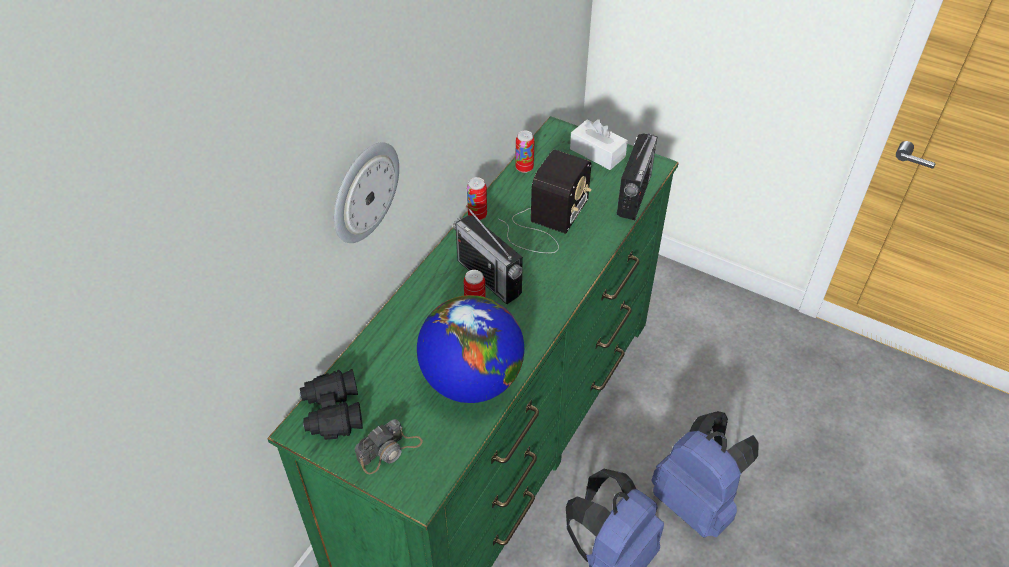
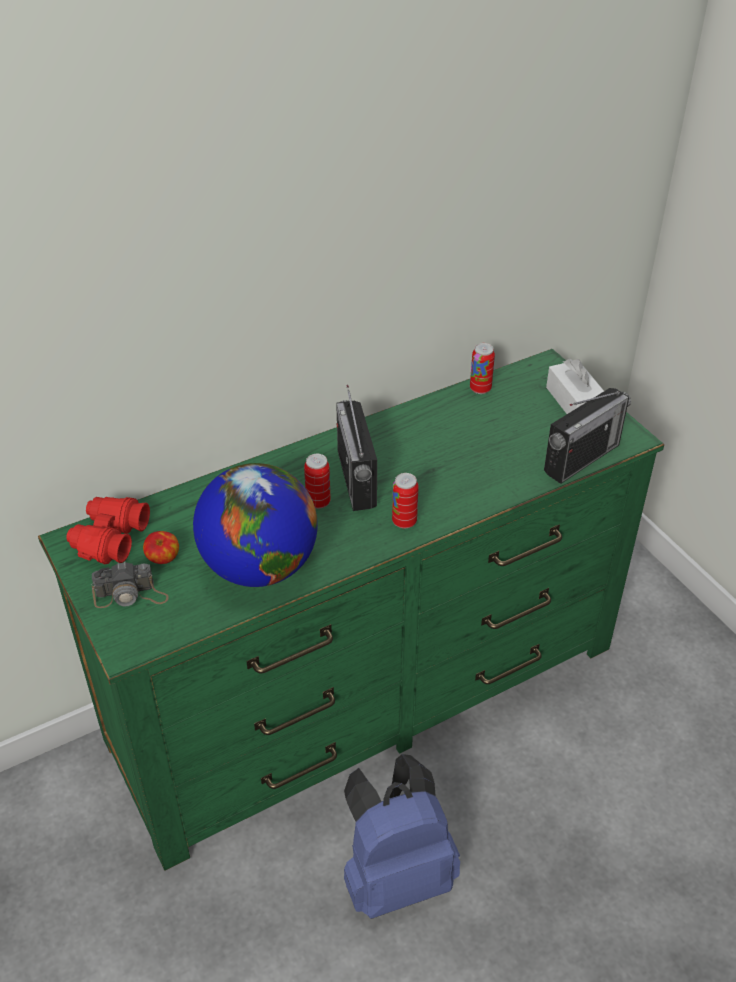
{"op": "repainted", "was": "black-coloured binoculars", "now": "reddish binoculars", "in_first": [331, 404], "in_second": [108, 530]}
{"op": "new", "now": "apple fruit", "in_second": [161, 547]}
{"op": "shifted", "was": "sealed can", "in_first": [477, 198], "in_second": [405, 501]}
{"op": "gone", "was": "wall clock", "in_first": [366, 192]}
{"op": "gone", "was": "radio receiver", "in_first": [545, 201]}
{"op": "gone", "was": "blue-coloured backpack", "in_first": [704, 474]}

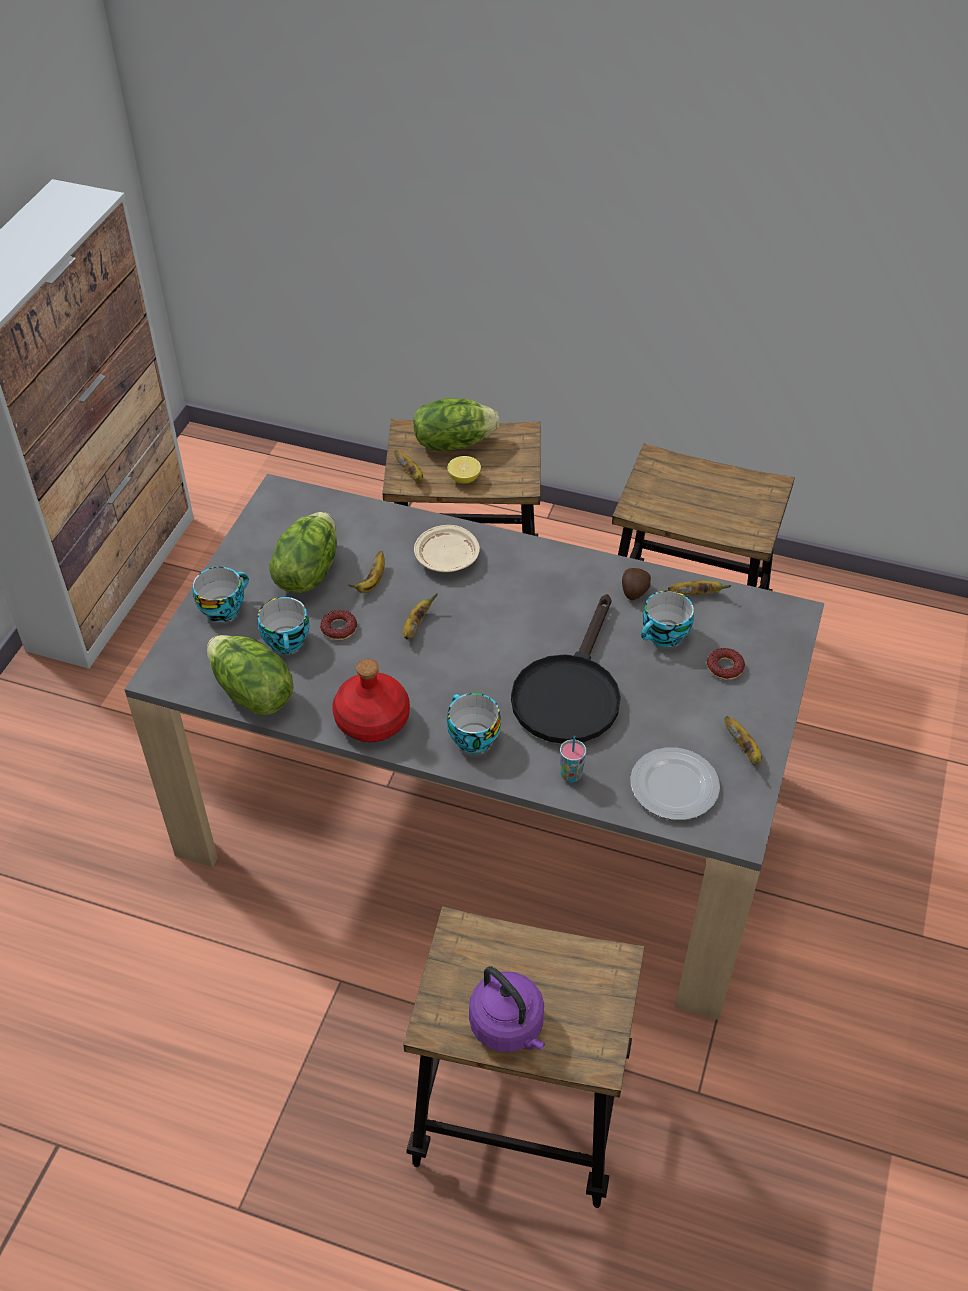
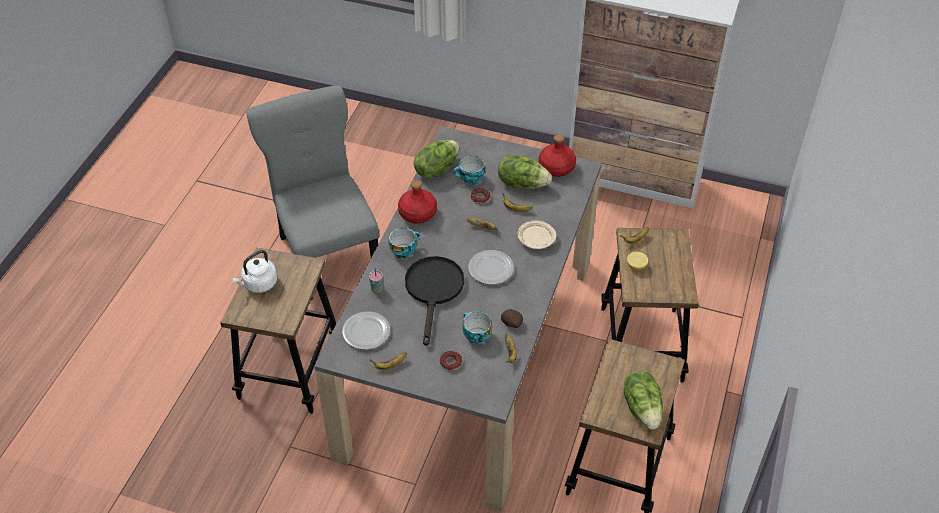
{"op": "repainted", "was": "purple water kettle", "now": "white-coloured water kettle", "in_first": [507, 1009], "in_second": [254, 271]}
{"op": "new", "now": "gray plain chair", "in_second": [312, 193]}
{"op": "rotated", "was": "black-coloured frying pan", "in_first": [566, 669], "in_second": [434, 301], "clockwise": 75}
{"op": "new", "now": "plate", "in_second": [491, 267]}
{"op": "new", "now": "reddish beverage bottle", "in_second": [557, 155]}
{"op": "shifted", "was": "lettuce head", "in_first": [456, 424], "in_second": [643, 400]}
{"op": "gone", "was": "drinking cup", "in_first": [221, 594]}

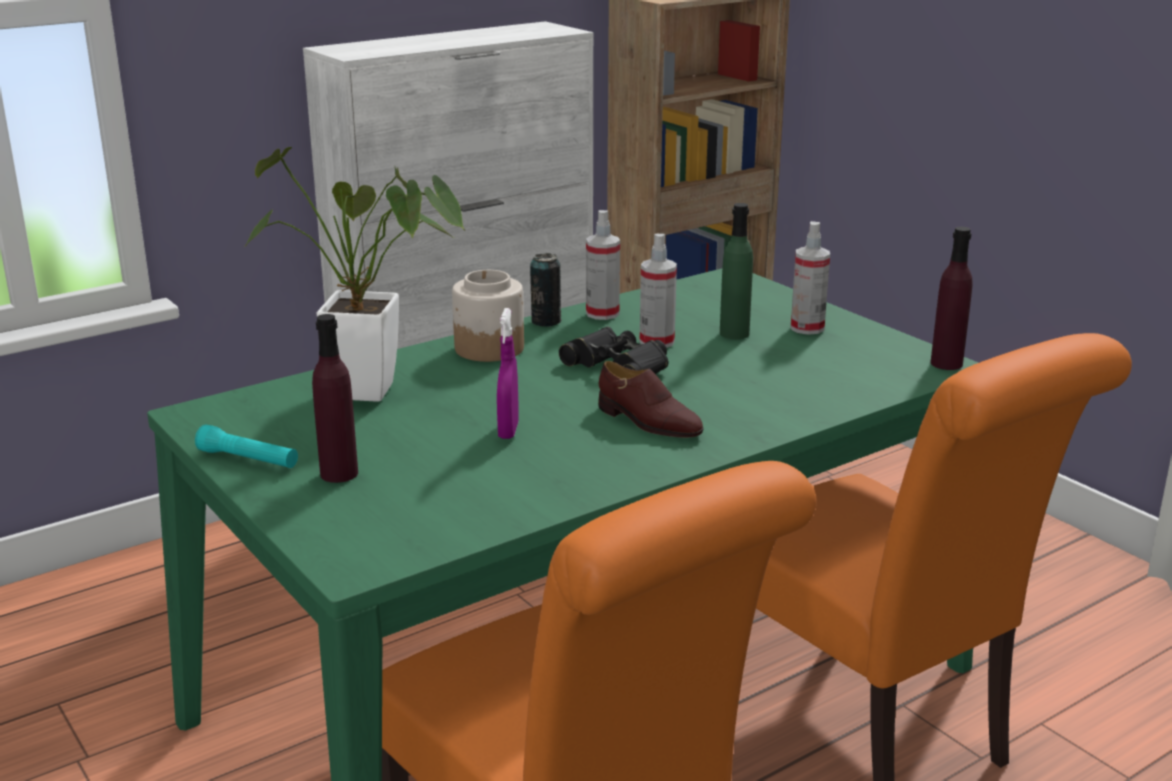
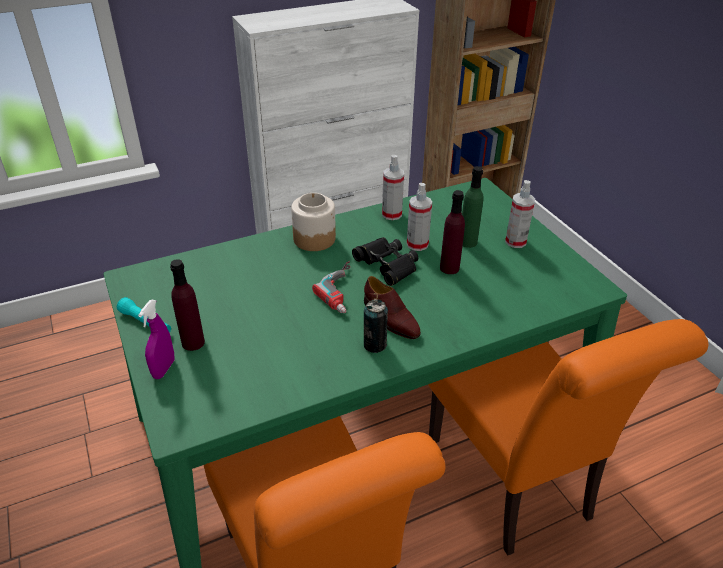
{"op": "shifted", "was": "purple hand sprayer", "in_first": [508, 373], "in_second": [156, 339]}
{"op": "new", "now": "power drill", "in_second": [331, 287]}
{"op": "shifted", "was": "sealed can", "in_first": [546, 290], "in_second": [376, 326]}
{"op": "shifted", "was": "purple beverage bottle", "in_first": [951, 298], "in_second": [452, 232]}
{"op": "gone", "was": "houseplant", "in_first": [354, 274]}

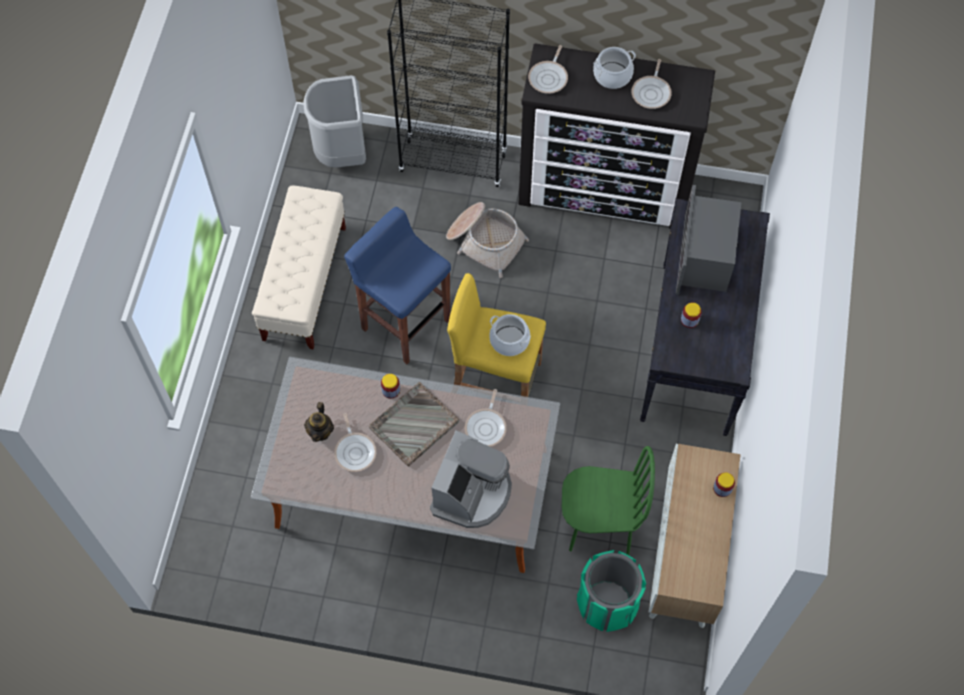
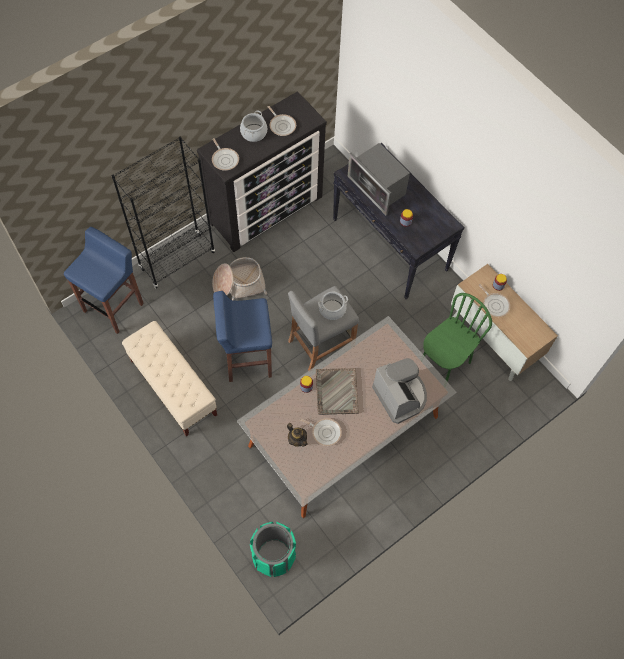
{"op": "swapped", "was": "gray rubbish bin", "now": "blue-coloured stool", "in_first": [334, 121], "in_second": [104, 280]}
{"op": "shifted", "was": "green rubbish bin", "in_first": [611, 591], "in_second": [273, 549]}
{"op": "repainted", "was": "yellowish stool", "now": "gray stool", "in_first": [496, 335], "in_second": [323, 328]}
{"op": "shifted", "was": "frying pan", "in_first": [486, 418], "in_second": [494, 300]}

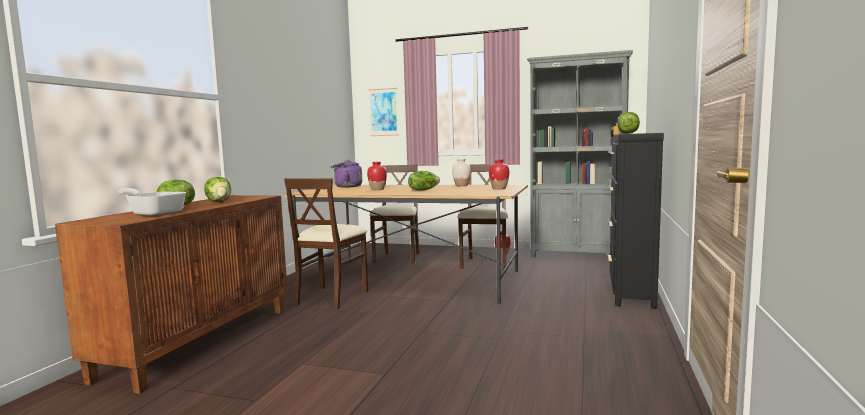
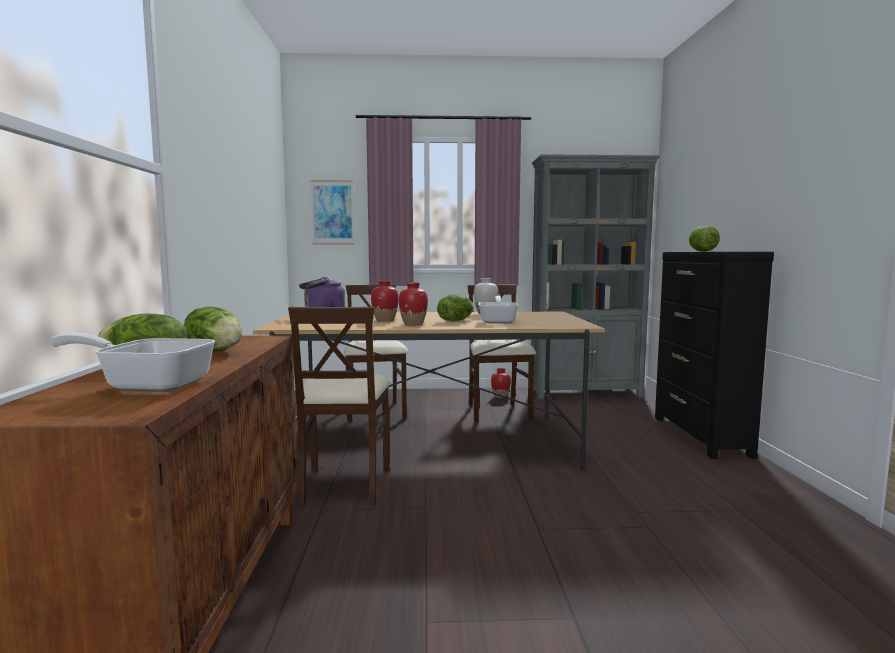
{"op": "shifted", "was": "reddish flower vase", "in_first": [499, 174], "in_second": [413, 304]}
{"op": "new", "now": "frying pan", "in_second": [498, 310]}

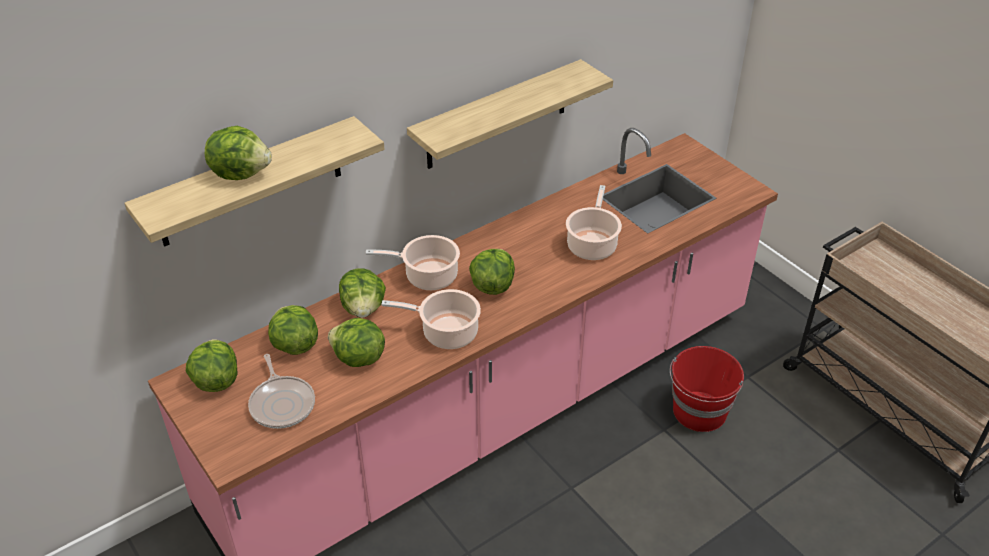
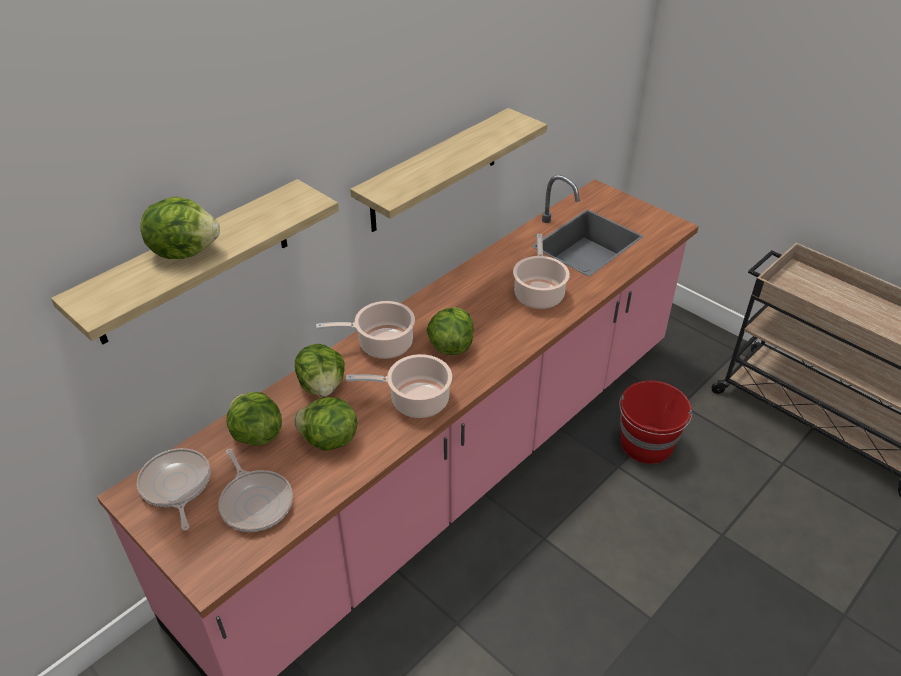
{"op": "swapped", "was": "lettuce head", "now": "frying pan", "in_first": [212, 365], "in_second": [174, 489]}

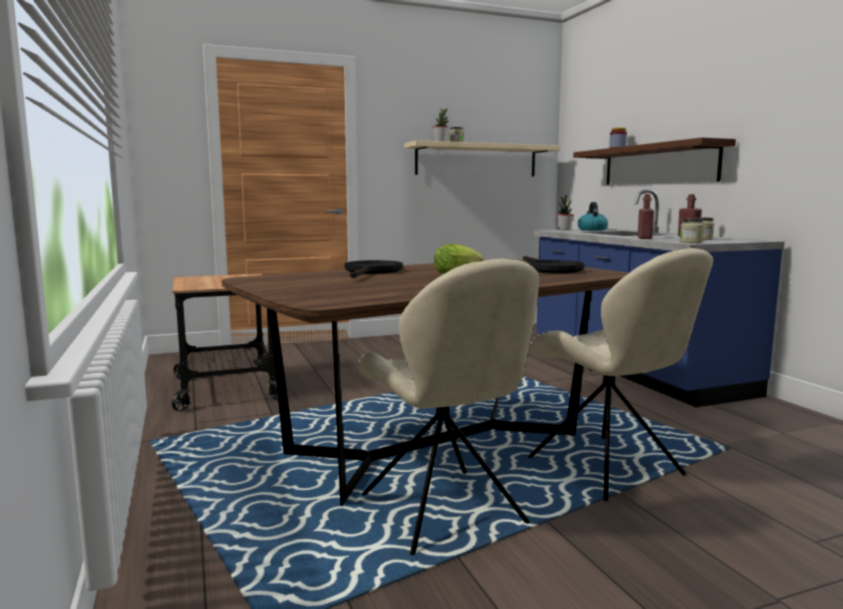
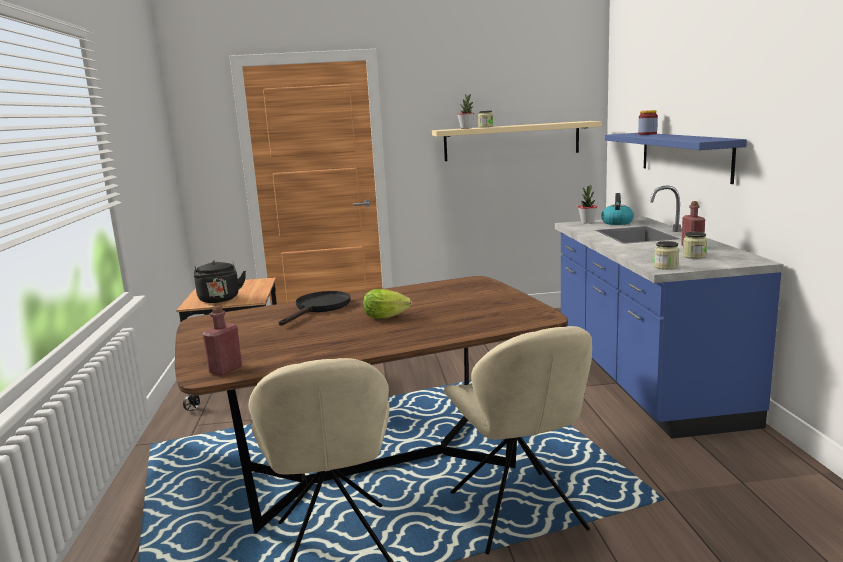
{"op": "new", "now": "black-coloured water kettle", "in_second": [220, 282]}
{"op": "shifted", "was": "reddish beverage bottle", "in_first": [646, 216], "in_second": [222, 341]}
{"op": "repainted", "was": "brownish bracket shelf", "now": "blue-coloured bracket shelf", "in_first": [654, 161], "in_second": [676, 158]}
{"op": "gone", "was": "black-coloured frying pan", "in_first": [553, 265]}

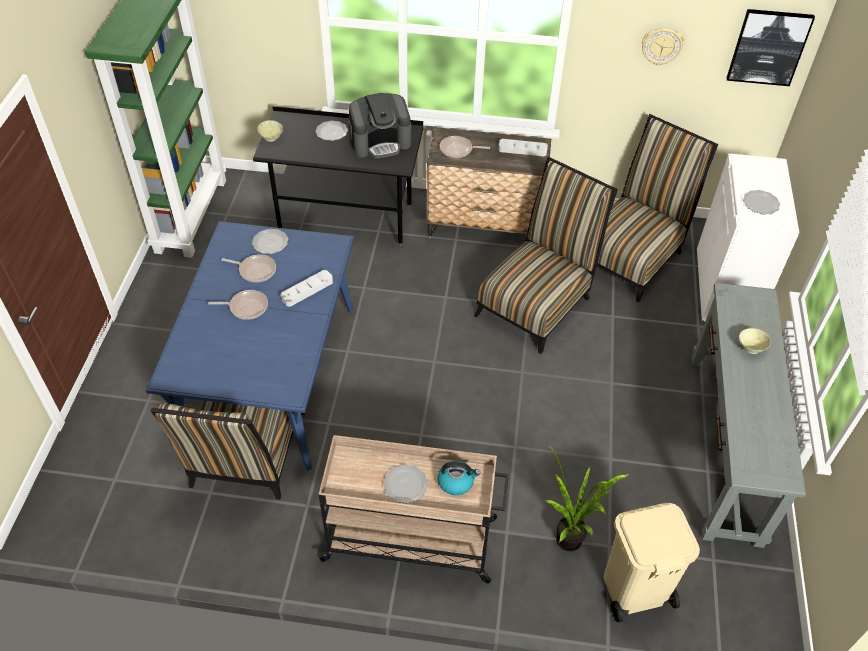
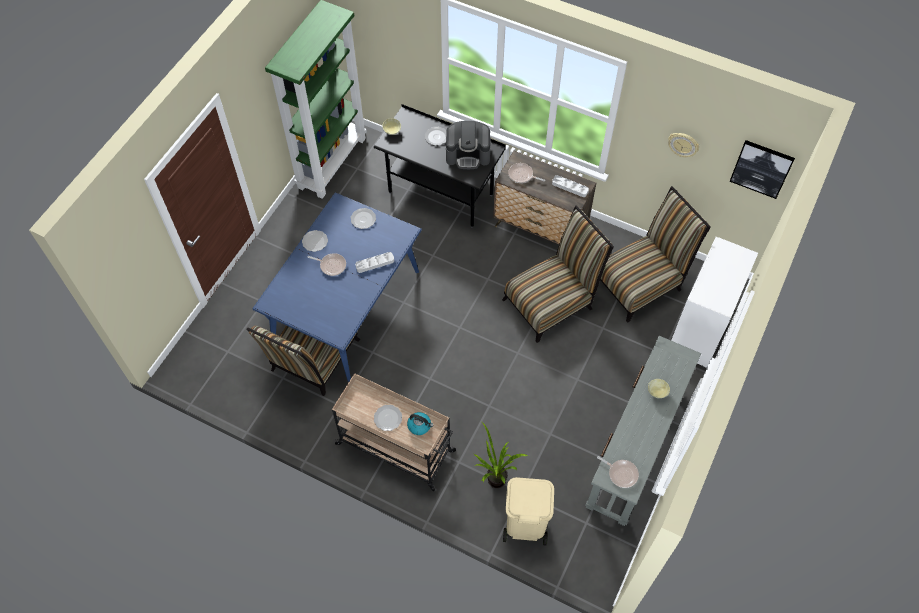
{"op": "shifted", "was": "plate", "in_first": [761, 202], "in_second": [315, 241]}
{"op": "shifted", "was": "frying pan", "in_first": [248, 268], "in_second": [618, 472]}

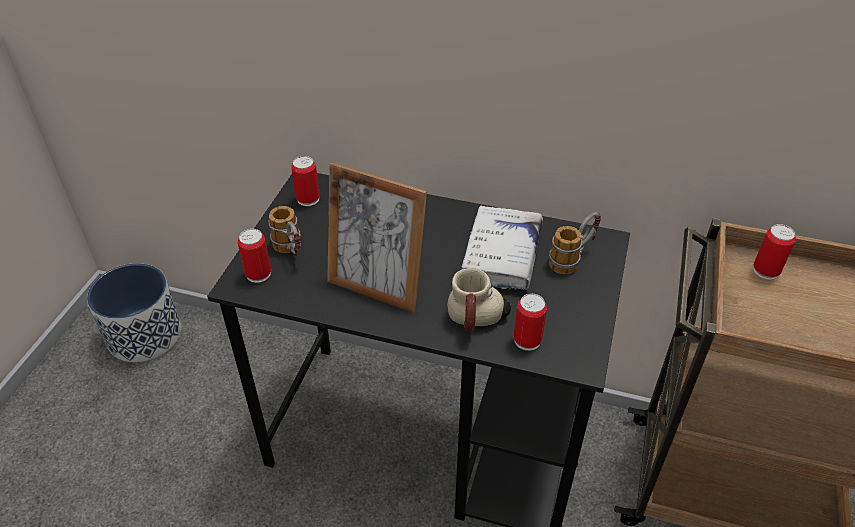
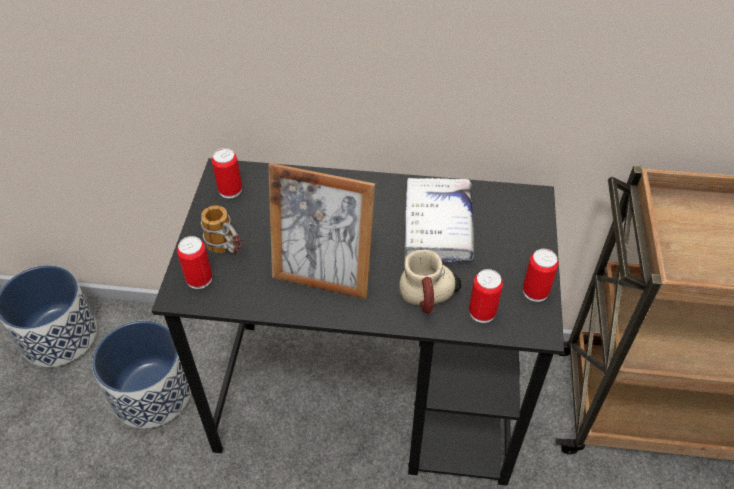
{"op": "new", "now": "flower pot", "in_second": [141, 374]}
{"op": "shifted", "was": "sealed can", "in_first": [774, 252], "in_second": [541, 275]}
{"op": "gone", "was": "coffee mug", "in_first": [575, 243]}

